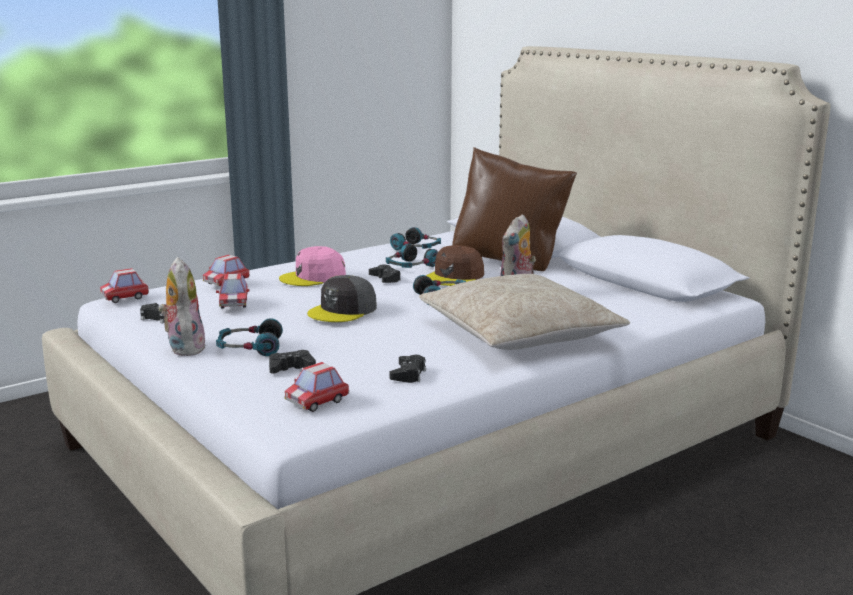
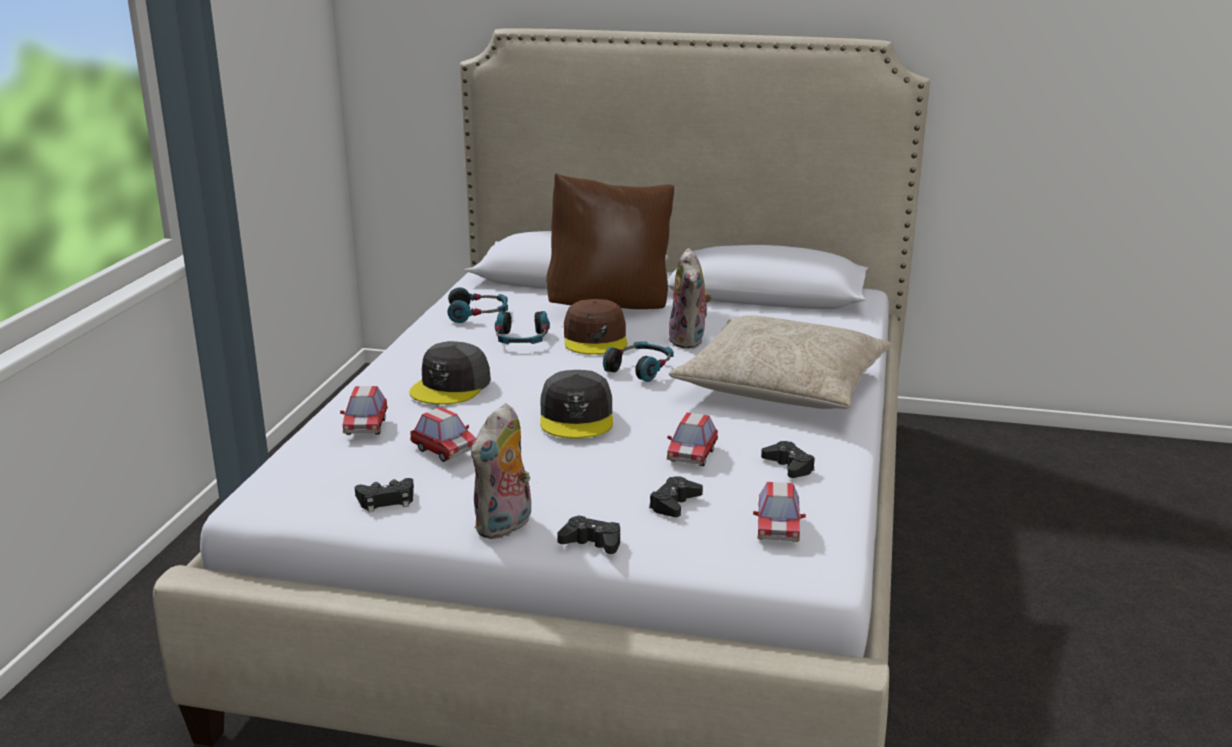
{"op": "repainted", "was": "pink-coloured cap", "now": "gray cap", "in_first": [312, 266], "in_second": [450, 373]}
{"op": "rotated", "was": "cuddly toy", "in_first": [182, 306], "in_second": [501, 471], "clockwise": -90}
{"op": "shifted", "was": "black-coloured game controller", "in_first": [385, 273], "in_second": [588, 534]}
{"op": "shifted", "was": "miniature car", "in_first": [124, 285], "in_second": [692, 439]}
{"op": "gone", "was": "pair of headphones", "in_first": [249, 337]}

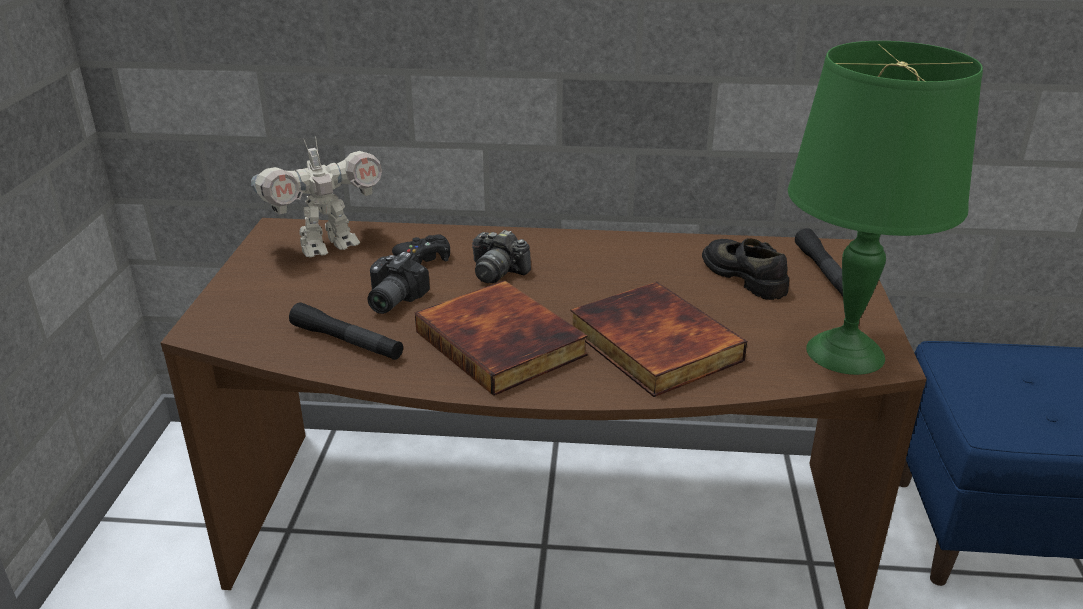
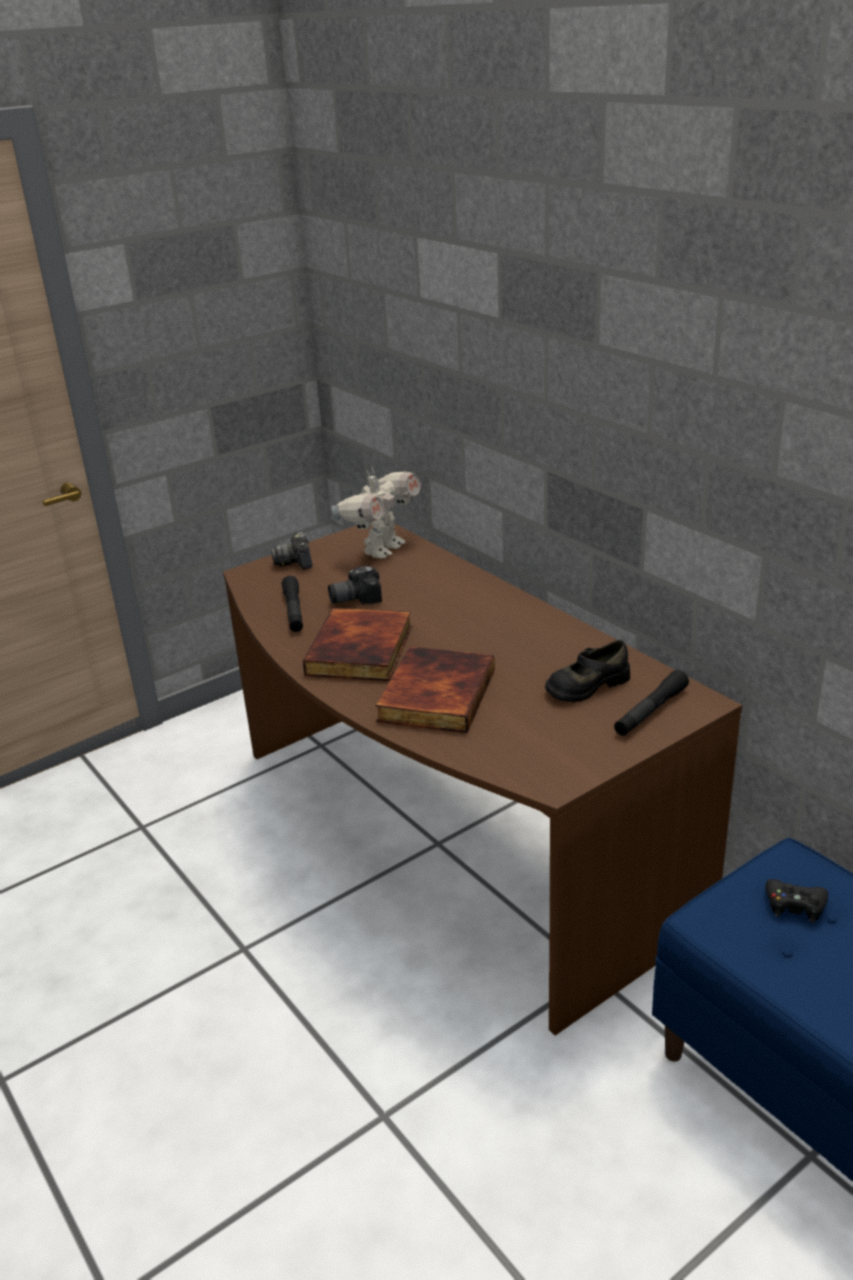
{"op": "shifted", "was": "photo camera", "in_first": [501, 256], "in_second": [291, 551]}
{"op": "rotated", "was": "robot figure", "in_first": [316, 196], "in_second": [376, 513], "clockwise": -75}
{"op": "rotated", "was": "black-coloured low shoe", "in_first": [745, 269], "in_second": [587, 671], "clockwise": -135}
{"op": "shifted", "was": "black-coloured game controller", "in_first": [421, 249], "in_second": [797, 901]}
{"op": "gone", "was": "green tabletop lamp", "in_first": [885, 208]}

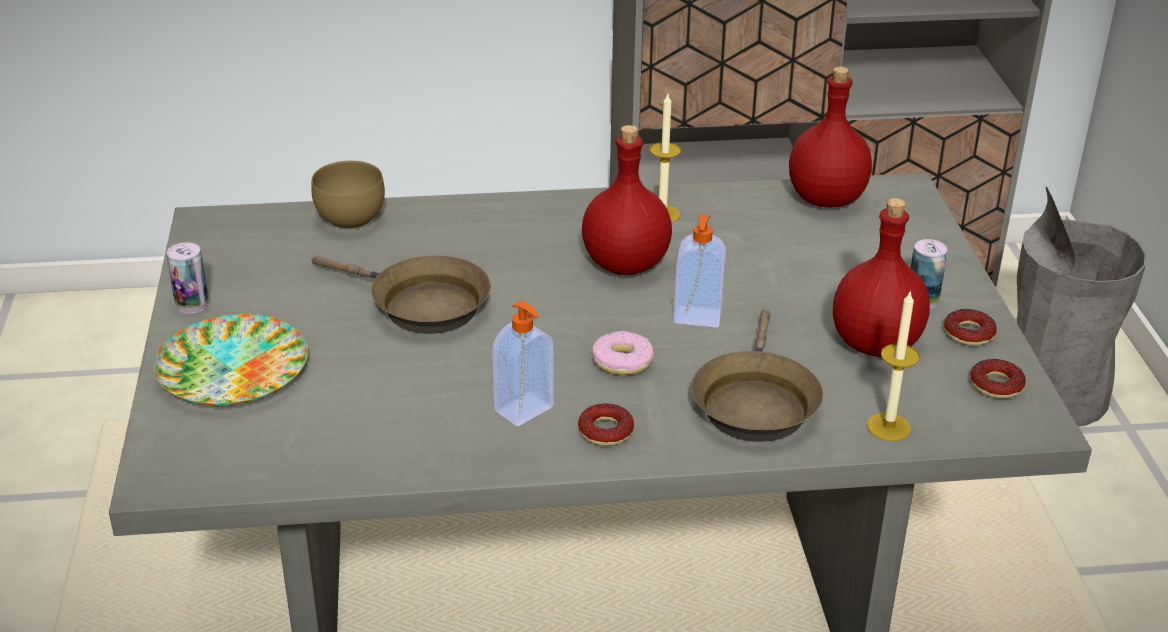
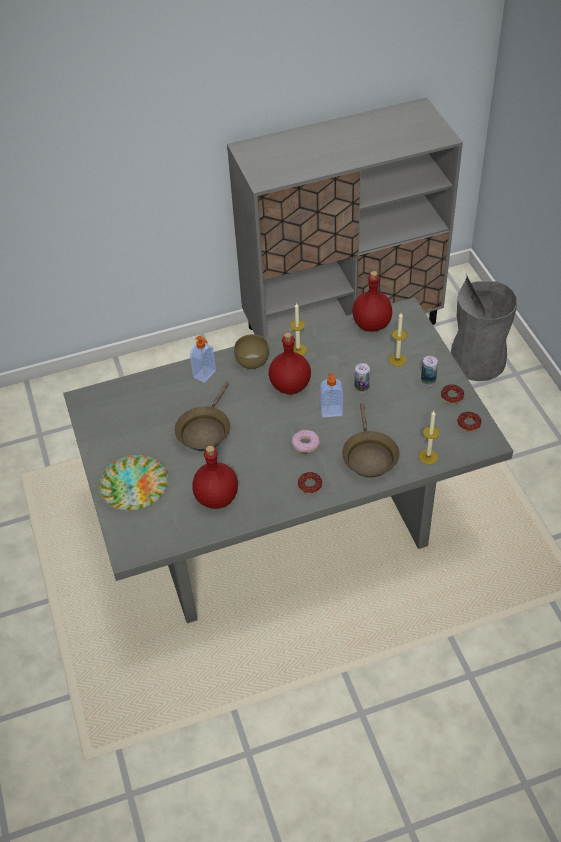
{"op": "rotated", "was": "brownish frying pan", "in_first": [401, 294], "in_second": [202, 416], "clockwise": 90}
{"op": "shifted", "was": "soap dispenser", "in_first": [523, 363], "in_second": [203, 359]}
{"op": "shifted", "was": "reddish beverage bottle", "in_first": [881, 277], "in_second": [215, 477]}
{"op": "shifted", "was": "brownish bowl", "in_first": [348, 195], "in_second": [251, 351]}
{"op": "shifted", "was": "sealed can", "in_first": [187, 278], "in_second": [362, 378]}
{"op": "new", "now": "wax candle", "in_second": [398, 339]}

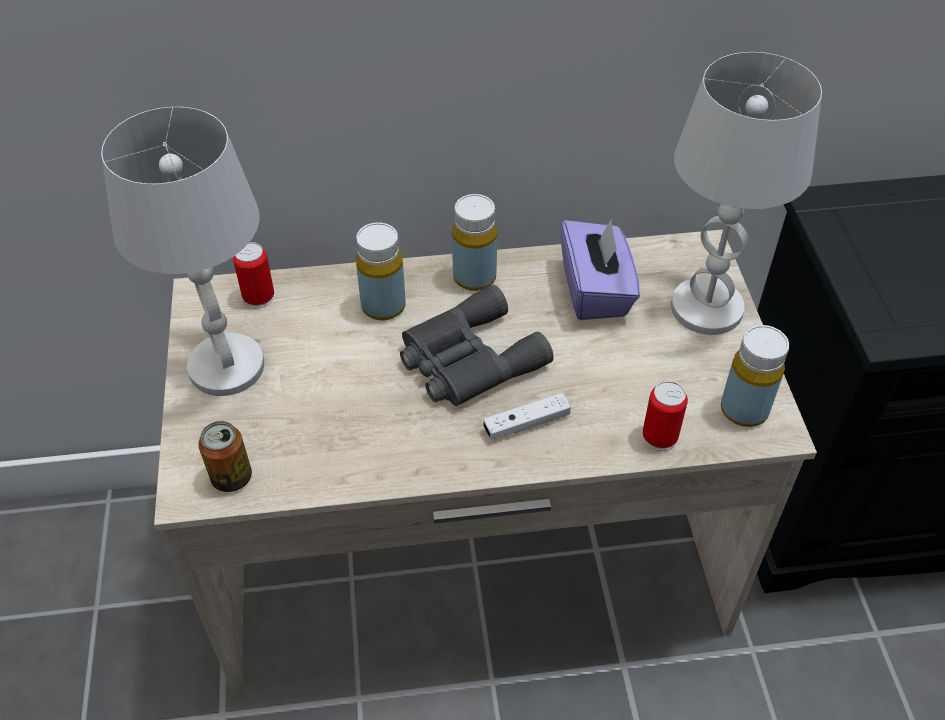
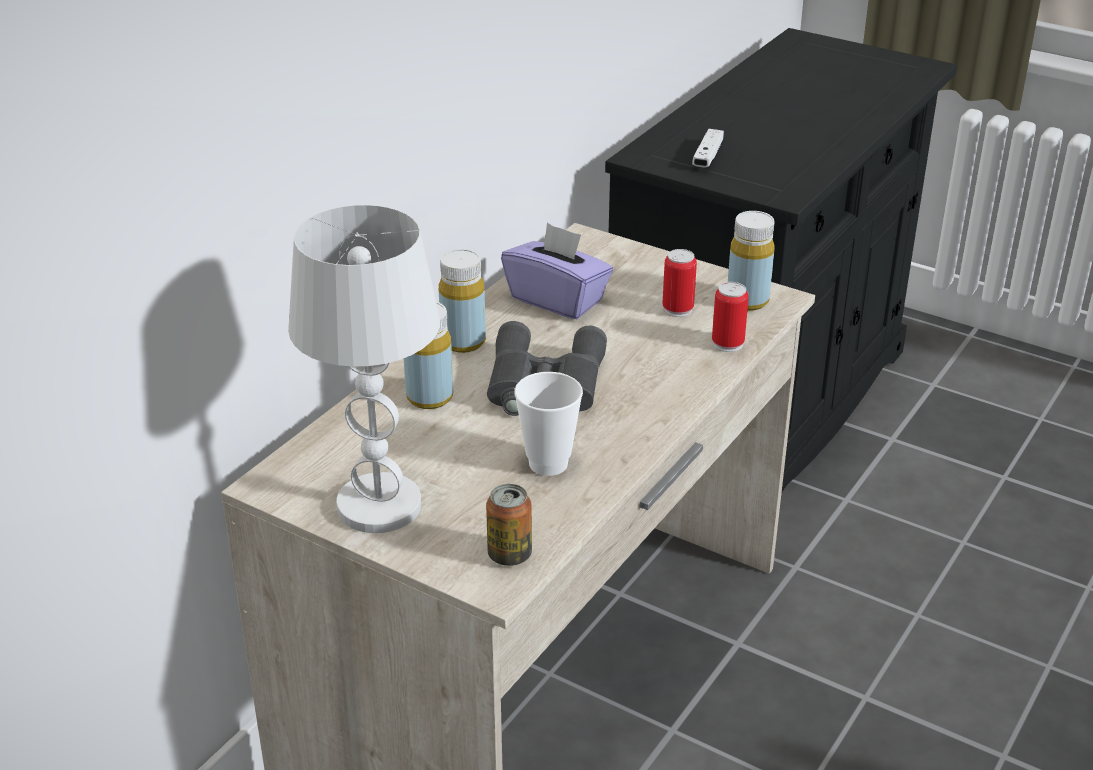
{"op": "new", "now": "drinking cup", "in_second": [548, 424]}
{"op": "shifted", "was": "sealed can", "in_first": [253, 275], "in_second": [679, 283]}
{"op": "shifted", "was": "white-coloured game controller", "in_first": [527, 416], "in_second": [708, 148]}
{"op": "gone", "was": "white-coloured tabletop lamp", "in_first": [746, 193]}

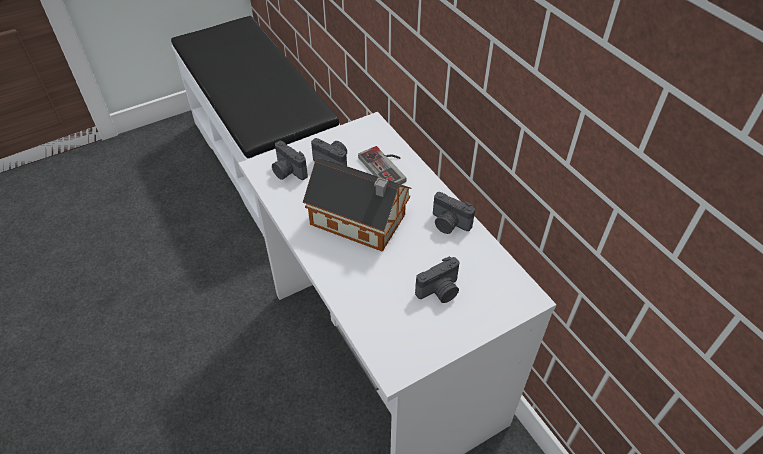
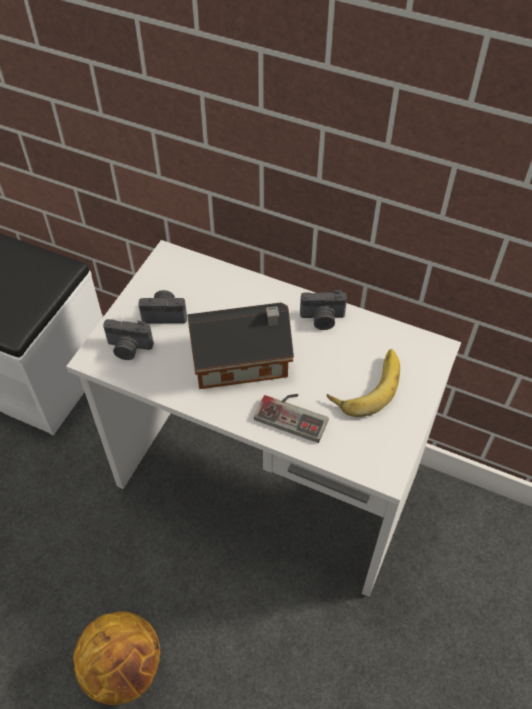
{"op": "new", "now": "basketball", "in_second": [116, 658]}
{"op": "shifted", "was": "game controller", "in_first": [382, 165], "in_second": [291, 418]}
{"op": "swapped", "was": "photo camera", "now": "whole banana", "in_first": [437, 279], "in_second": [363, 383]}

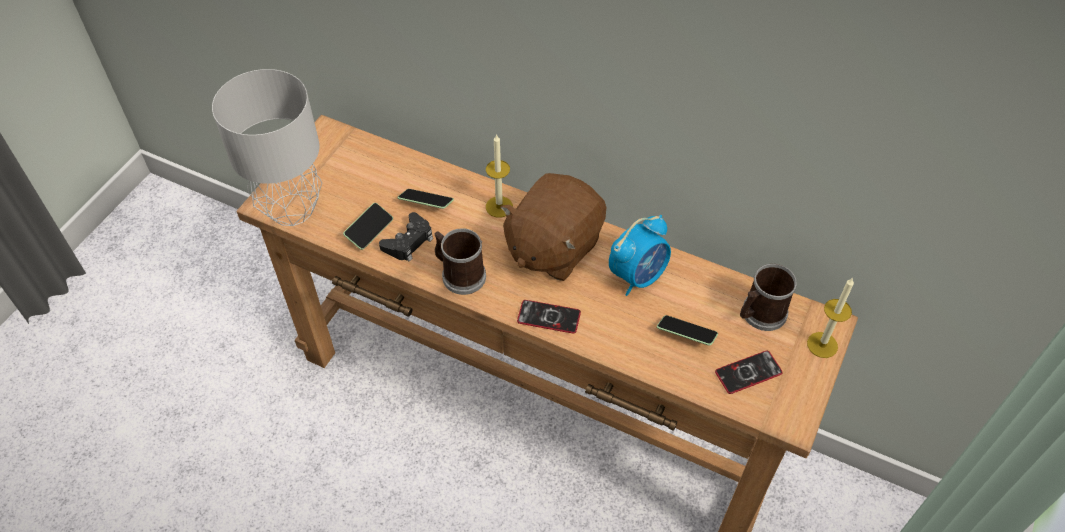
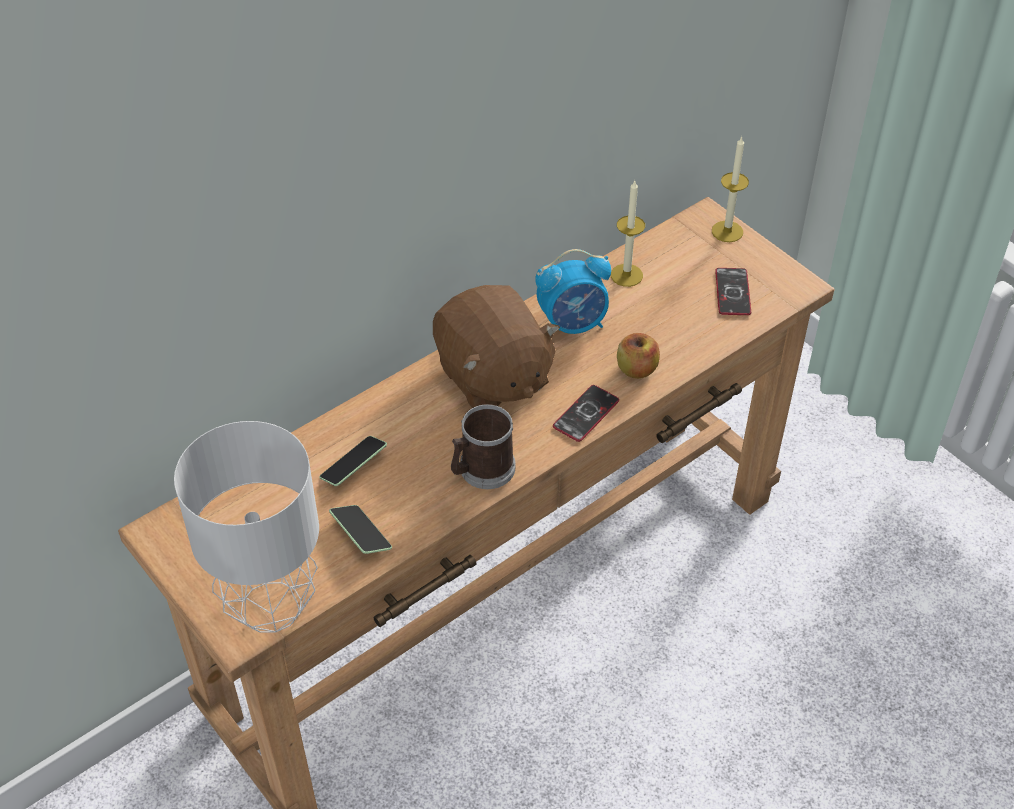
{"op": "rotated", "was": "alarm clock", "in_first": [640, 255], "in_second": [573, 291], "clockwise": 90}
{"op": "shifted", "was": "wax candle", "in_first": [499, 176], "in_second": [628, 234]}
{"op": "new", "now": "apple fruit", "in_second": [638, 356]}
{"op": "gone", "was": "black-coloured game controller", "in_first": [406, 236]}
{"op": "gone", "was": "telephone", "in_first": [687, 330]}
{"op": "gone", "was": "coffee mug", "in_first": [768, 297]}

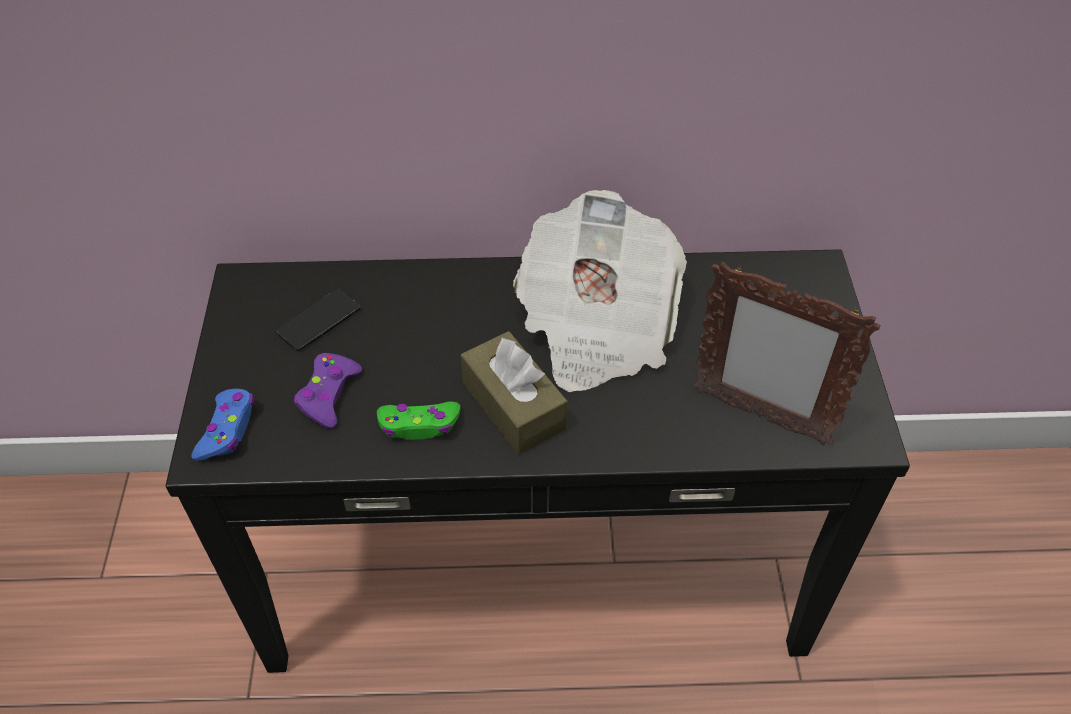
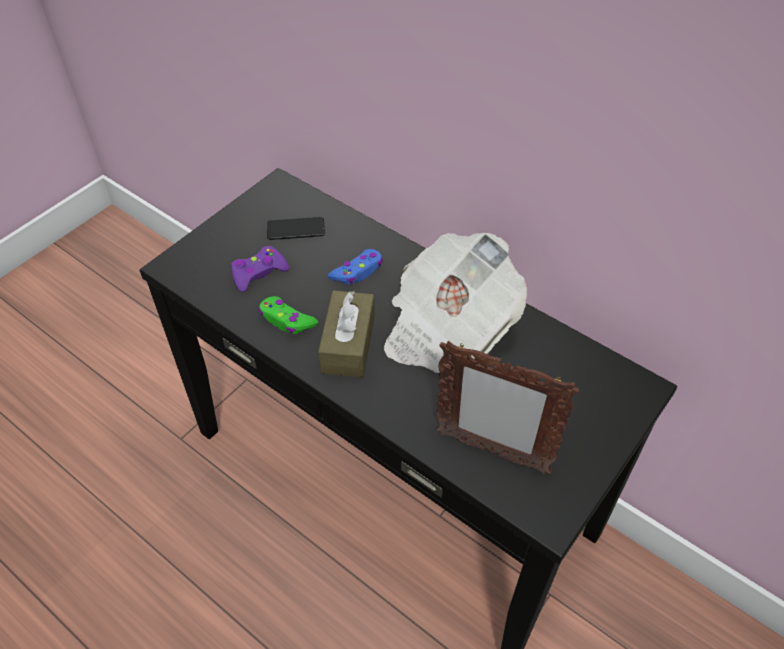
{"op": "shifted", "was": "blue-coloured game controller", "in_first": [222, 425], "in_second": [355, 267]}
{"op": "rotated", "was": "picture frame", "in_first": [787, 353], "in_second": [507, 407], "clockwise": -45}

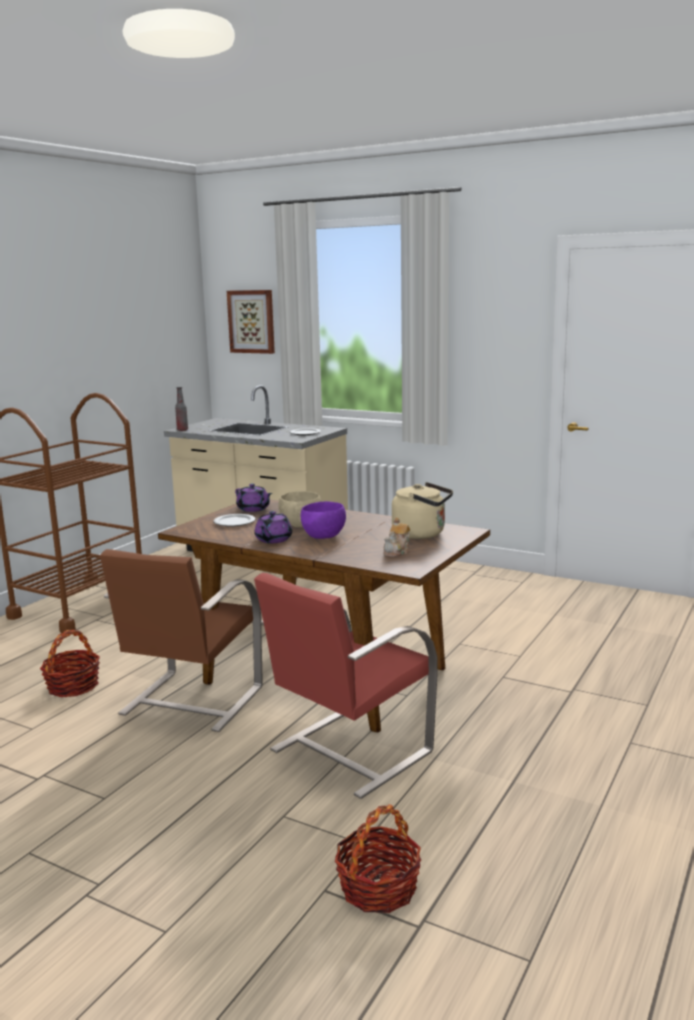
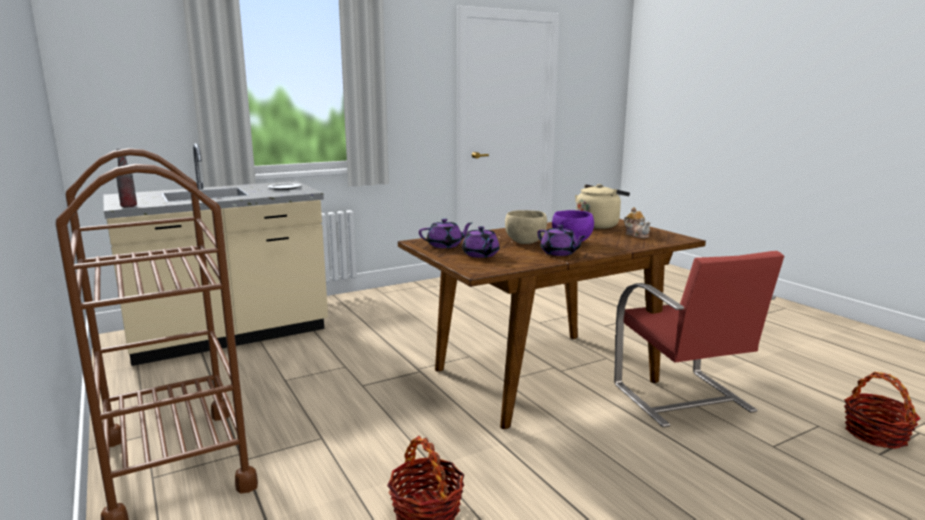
{"op": "swapped", "was": "plate", "now": "purple teapot", "in_first": [234, 520], "in_second": [481, 242]}
{"op": "gone", "was": "brownish plain chair", "in_first": [181, 640]}
{"op": "gone", "was": "picture", "in_first": [251, 322]}

